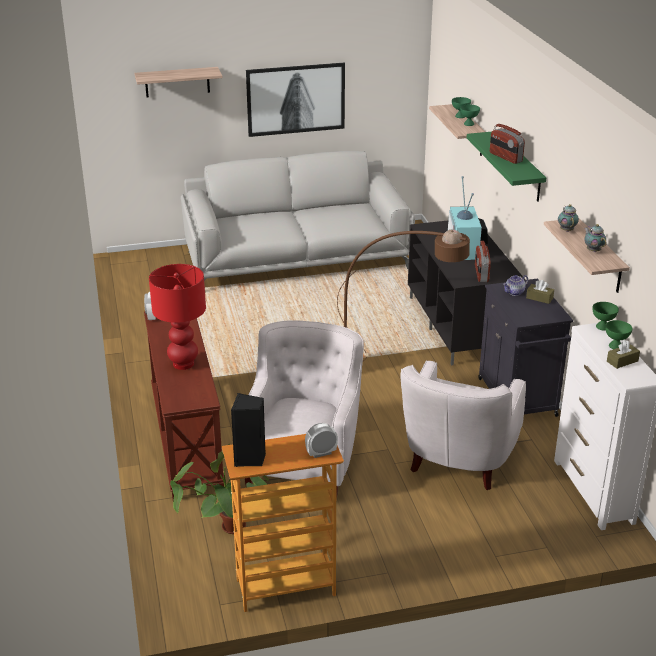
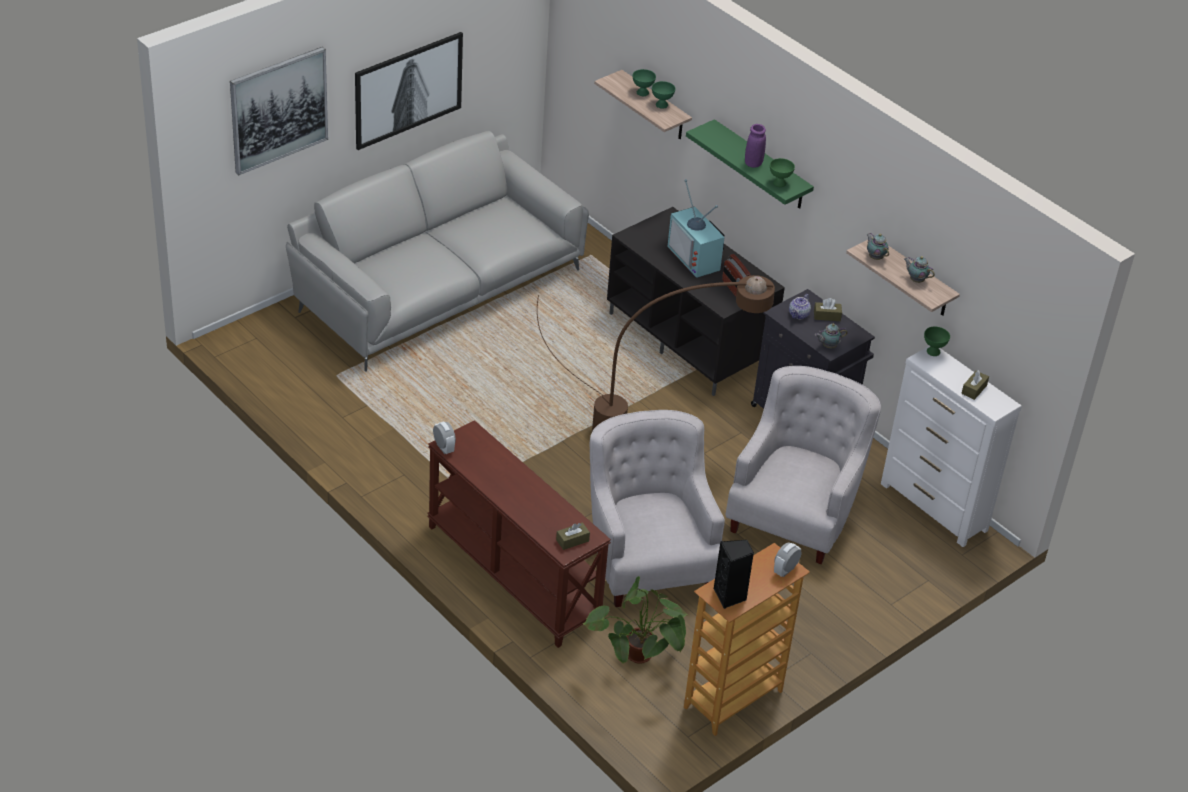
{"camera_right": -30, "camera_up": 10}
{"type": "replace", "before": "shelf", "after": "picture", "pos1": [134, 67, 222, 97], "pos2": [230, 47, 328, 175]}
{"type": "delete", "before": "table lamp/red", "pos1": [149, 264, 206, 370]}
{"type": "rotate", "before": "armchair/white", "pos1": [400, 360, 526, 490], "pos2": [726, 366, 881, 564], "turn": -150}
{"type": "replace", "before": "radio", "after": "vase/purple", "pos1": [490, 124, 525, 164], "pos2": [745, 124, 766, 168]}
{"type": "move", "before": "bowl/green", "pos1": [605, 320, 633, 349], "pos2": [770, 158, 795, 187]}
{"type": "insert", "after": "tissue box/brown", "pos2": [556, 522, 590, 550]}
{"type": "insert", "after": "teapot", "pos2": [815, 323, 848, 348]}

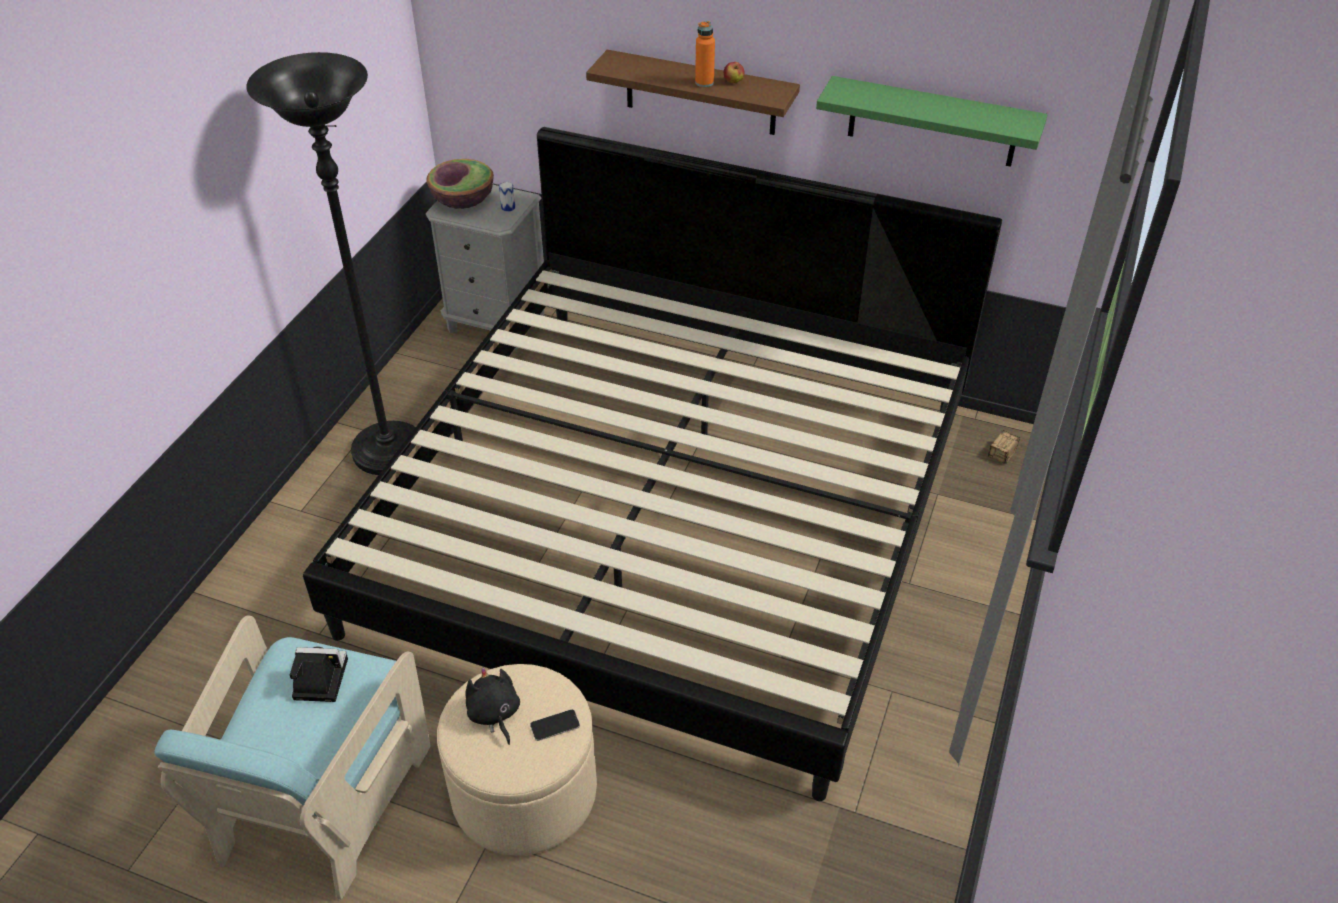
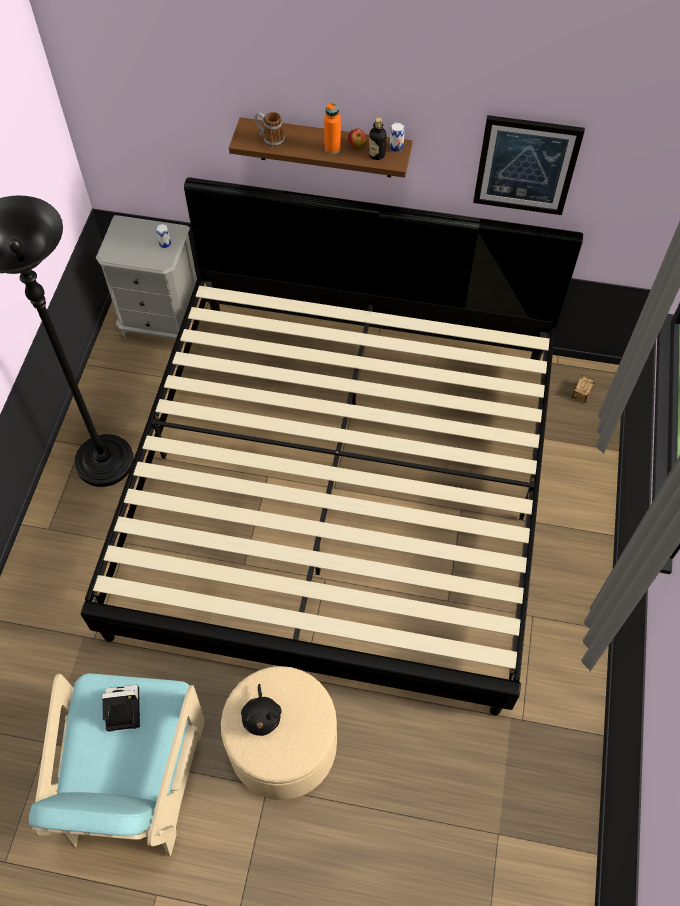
{"camera_right": -10, "camera_up": 15}
{"type": "delete", "before": "bowl", "pos1": [426, 159, 494, 209]}
{"type": "rotate", "before": "plush toy/black", "pos1": [465, 668, 520, 745], "pos2": [241, 684, 282, 736], "turn": -150}
{"type": "delete", "before": "phone", "pos1": [530, 709, 580, 741]}
{"type": "replace", "before": "shelf/green", "after": "picture", "pos1": [816, 76, 1048, 167], "pos2": [473, 115, 585, 215]}
{"type": "insert", "after": "mug", "pos2": [255, 112, 285, 147]}
{"type": "insert", "after": "bottle", "pos2": [369, 118, 386, 160]}
{"type": "insert", "after": "can", "pos2": [390, 123, 405, 152]}

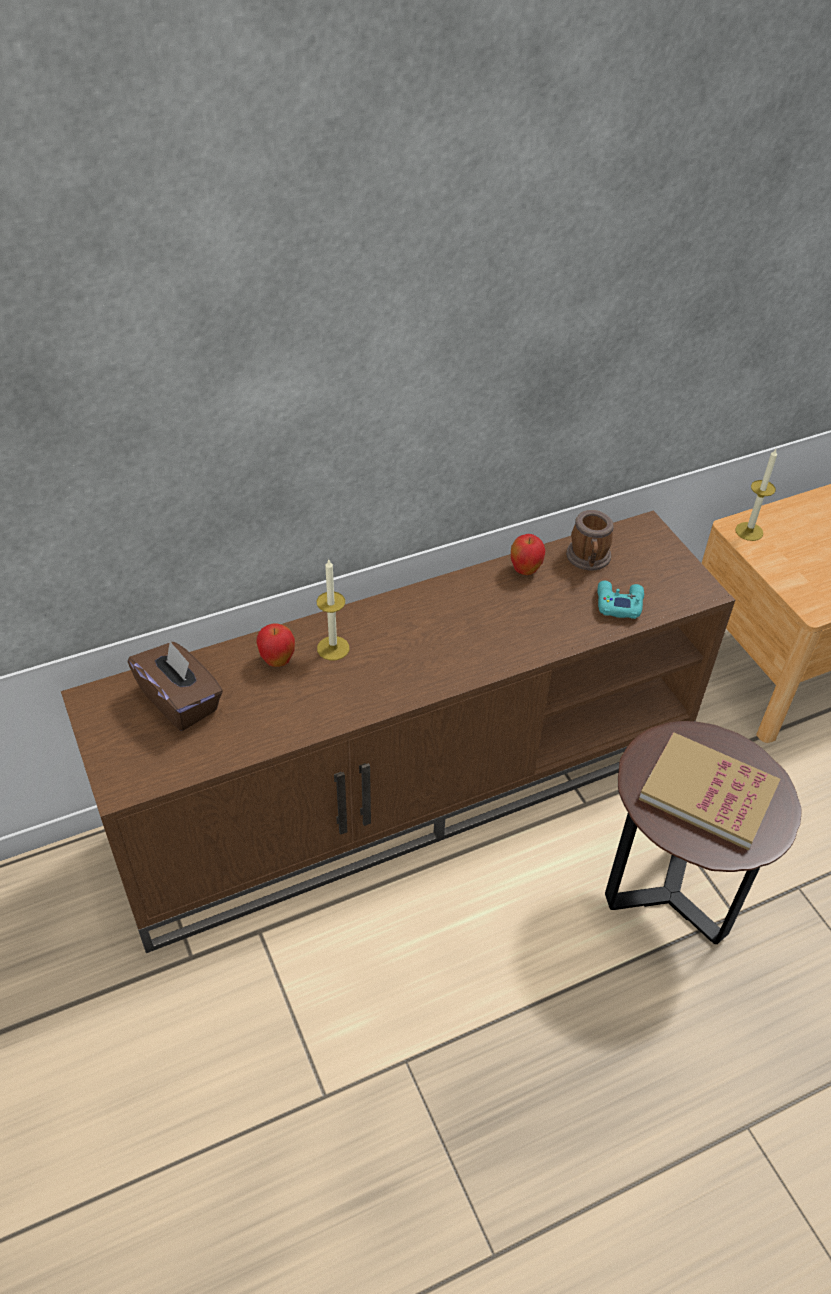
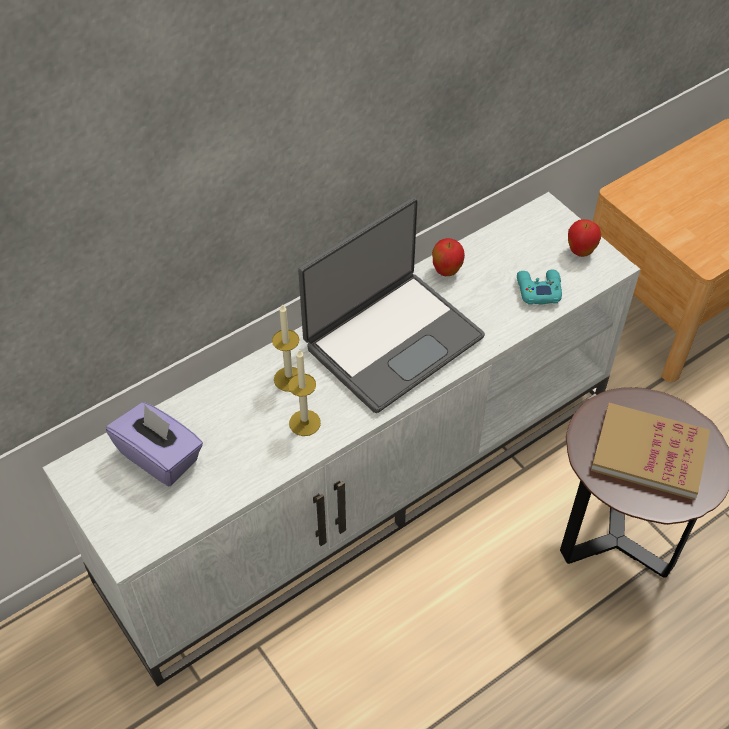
{"camera_right": -10, "camera_up": 5}
{"type": "recolor", "before": "tv stand/brown", "after": "tv stand/white", "pos1": [61, 510, 735, 953], "pos2": [42, 192, 641, 686]}
{"type": "recolor", "before": "tissue box/brown", "after": "tissue box/purple", "pos1": [128, 640, 223, 731], "pos2": [106, 402, 203, 487]}
{"type": "move", "before": "apple", "pos1": [257, 623, 295, 667], "pos2": [568, 219, 601, 257]}
{"type": "delete", "before": "mug", "pos1": [566, 510, 614, 571]}
{"type": "move", "before": "candle", "pos1": [735, 449, 777, 541], "pos2": [288, 349, 321, 436]}
{"type": "insert", "after": "laptop", "pos2": [298, 197, 485, 413]}

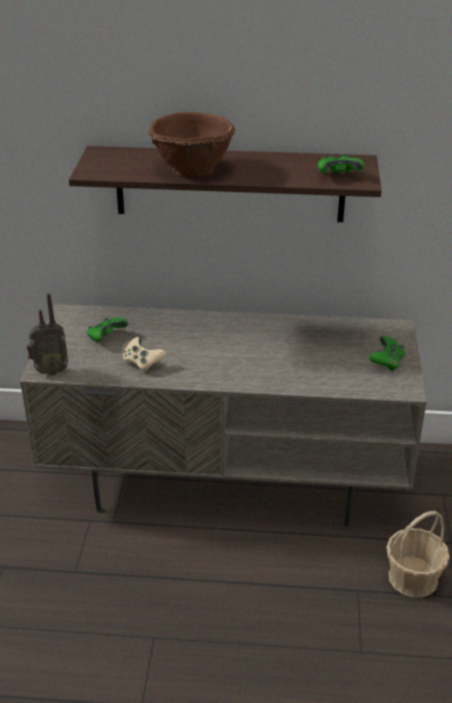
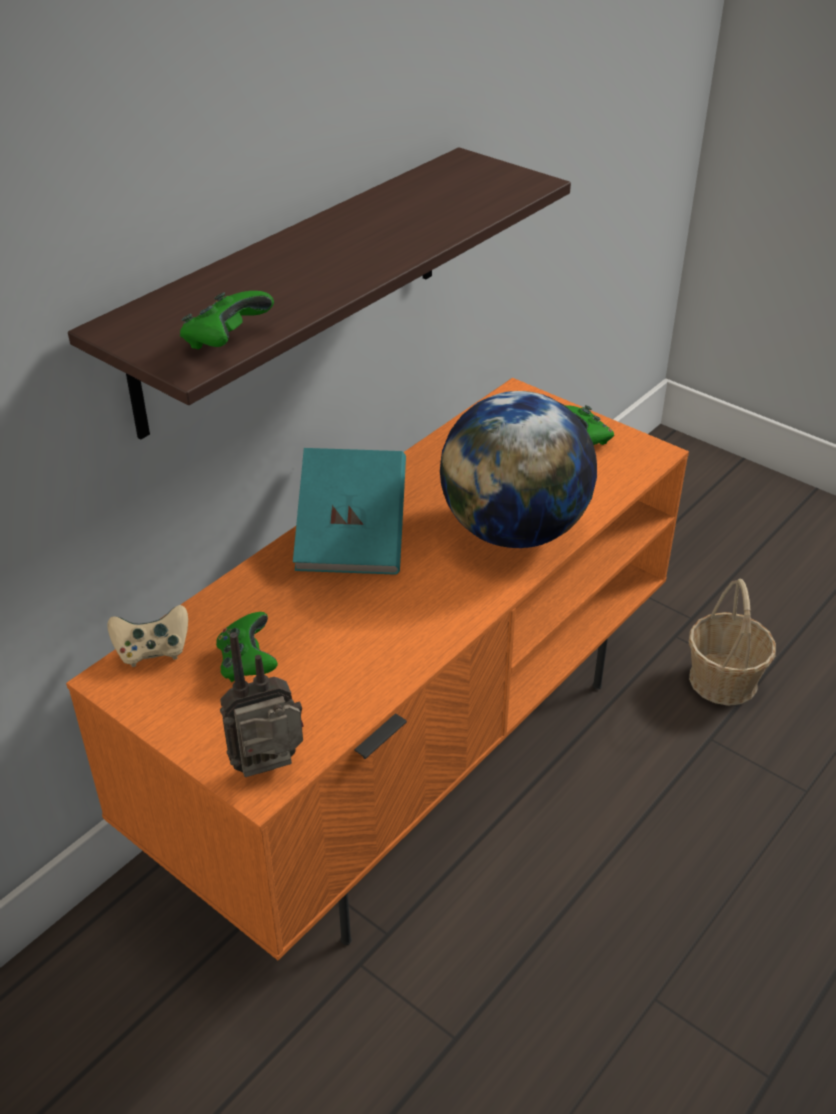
{"camera_right": -55, "camera_up": 5}
{"type": "recolor", "before": "tv stand/grey", "after": "tv stand/orange", "pos1": [20, 304, 427, 527], "pos2": [66, 378, 689, 960]}
{"type": "rotate", "before": "radio", "pos1": [27, 293, 68, 376], "pos2": [220, 632, 304, 777], "turn": -135}
{"type": "move", "before": "game controller/beige", "pos1": [123, 337, 166, 372], "pos2": [107, 605, 188, 667]}
{"type": "delete", "before": "bowl/brown", "pos1": [149, 112, 235, 177]}
{"type": "move", "before": "game controller/green", "pos1": [318, 154, 365, 174], "pos2": [180, 291, 274, 350]}
{"type": "insert", "after": "book/turquoise", "pos2": [293, 448, 406, 575]}
{"type": "insert", "after": "globe", "pos2": [440, 391, 597, 548]}

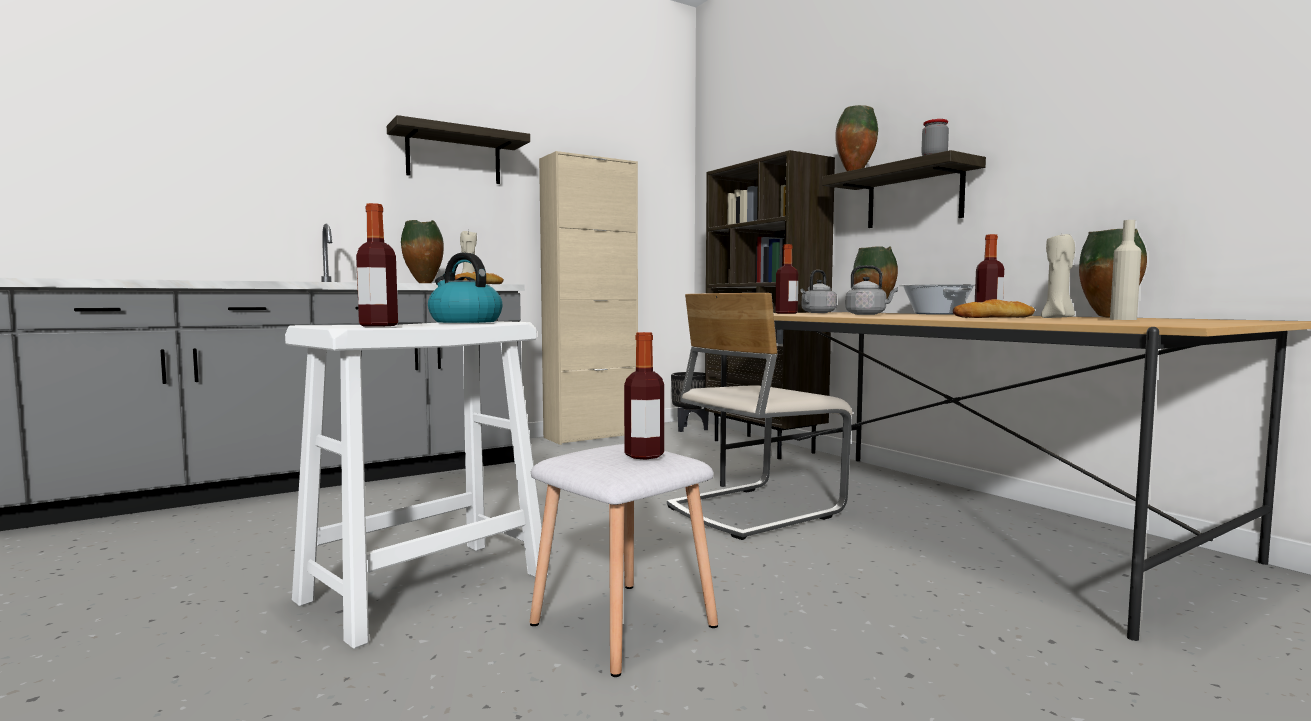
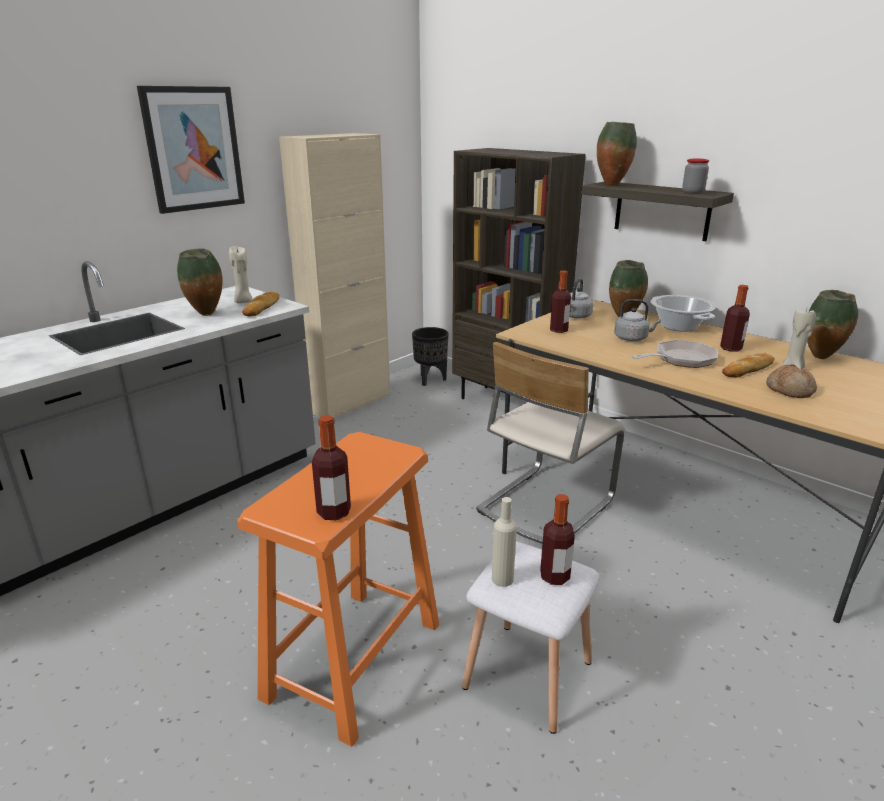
{"camera_right": -15, "camera_up": 20}
{"type": "recolor", "before": "stool/white", "after": "stool/orange", "pos1": [285, 321, 548, 649], "pos2": [237, 432, 439, 746]}
{"type": "replace", "before": "shelf", "after": "picture", "pos1": [387, 115, 530, 184], "pos2": [137, 86, 245, 214]}
{"type": "delete", "before": "kettle", "pos1": [428, 253, 503, 323]}
{"type": "move", "before": "bottle/beige", "pos1": [1110, 220, 1141, 320], "pos2": [492, 497, 517, 587]}
{"type": "insert", "after": "frying pan", "pos2": [631, 340, 718, 368]}
{"type": "insert", "after": "bread", "pos2": [766, 364, 817, 398]}

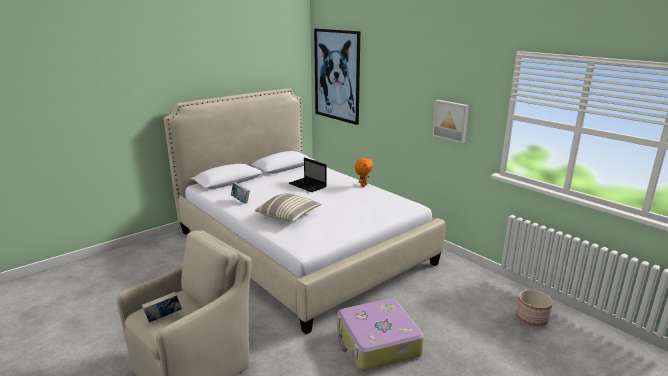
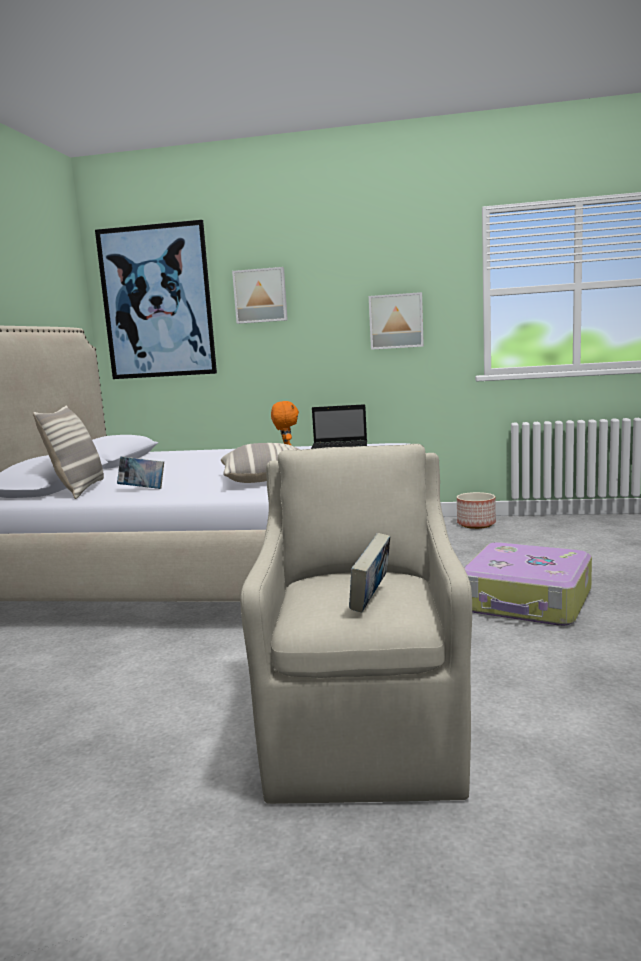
{"camera_right": -40, "camera_up": -10}
{"type": "move", "before": "laptop", "pos1": [289, 157, 327, 192], "pos2": [311, 404, 367, 449]}
{"type": "move", "before": "planter", "pos1": [516, 290, 553, 326], "pos2": [457, 492, 496, 529]}
{"type": "insert", "after": "pillow", "pos2": [33, 405, 104, 499]}
{"type": "insert", "after": "picture", "pos2": [232, 267, 288, 324]}

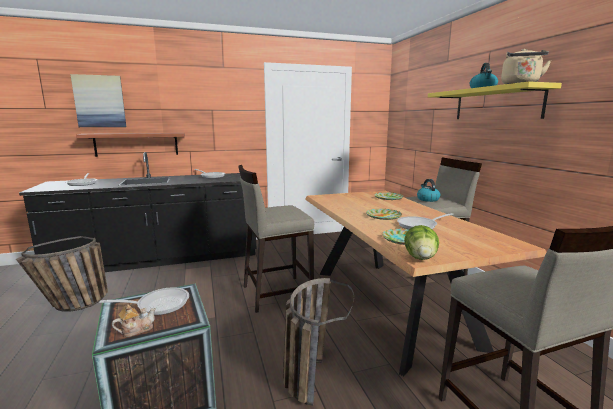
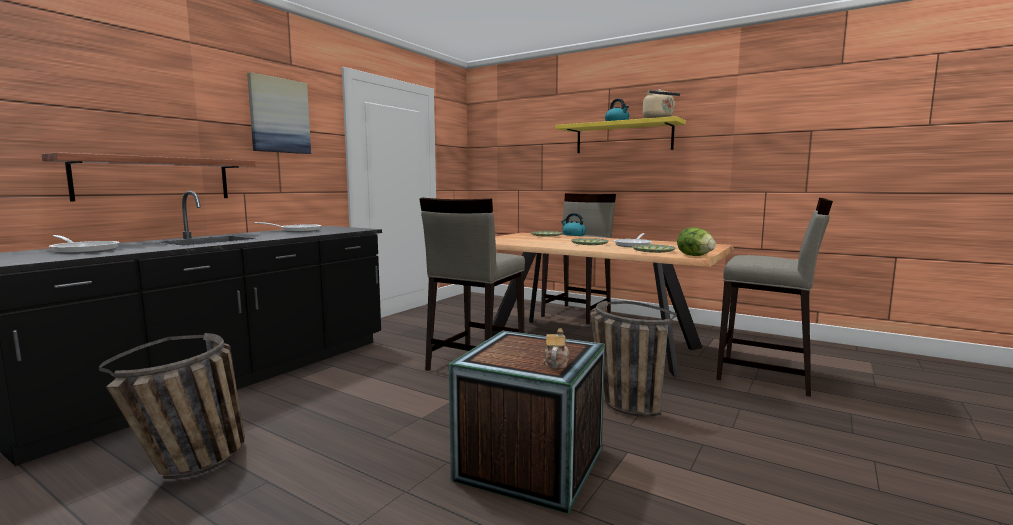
{"camera_right": -40, "camera_up": -5}
{"type": "move", "before": "picture", "pos1": [70, 74, 126, 127], "pos2": [247, 72, 311, 154]}
{"type": "delete", "before": "frying pan", "pos1": [99, 287, 189, 315]}

